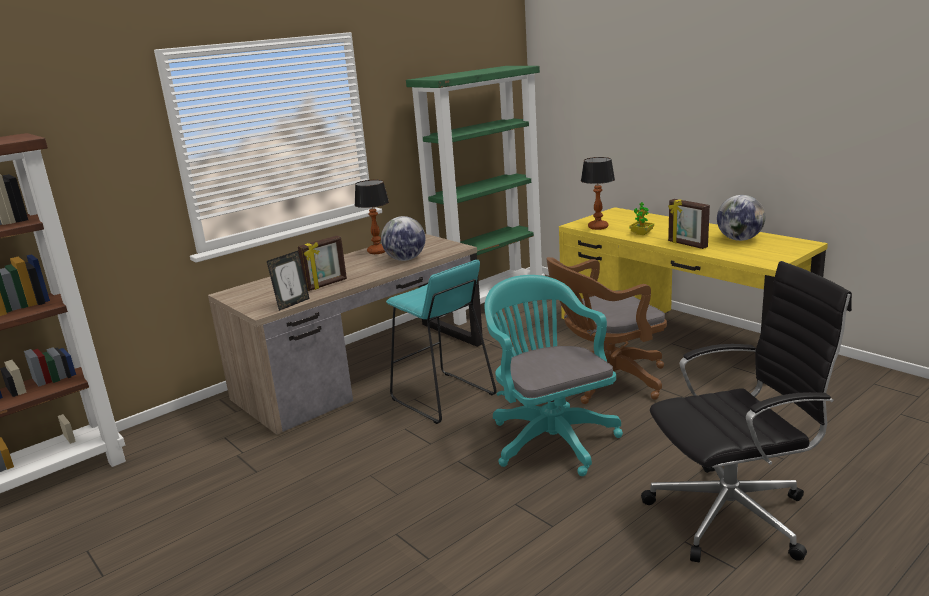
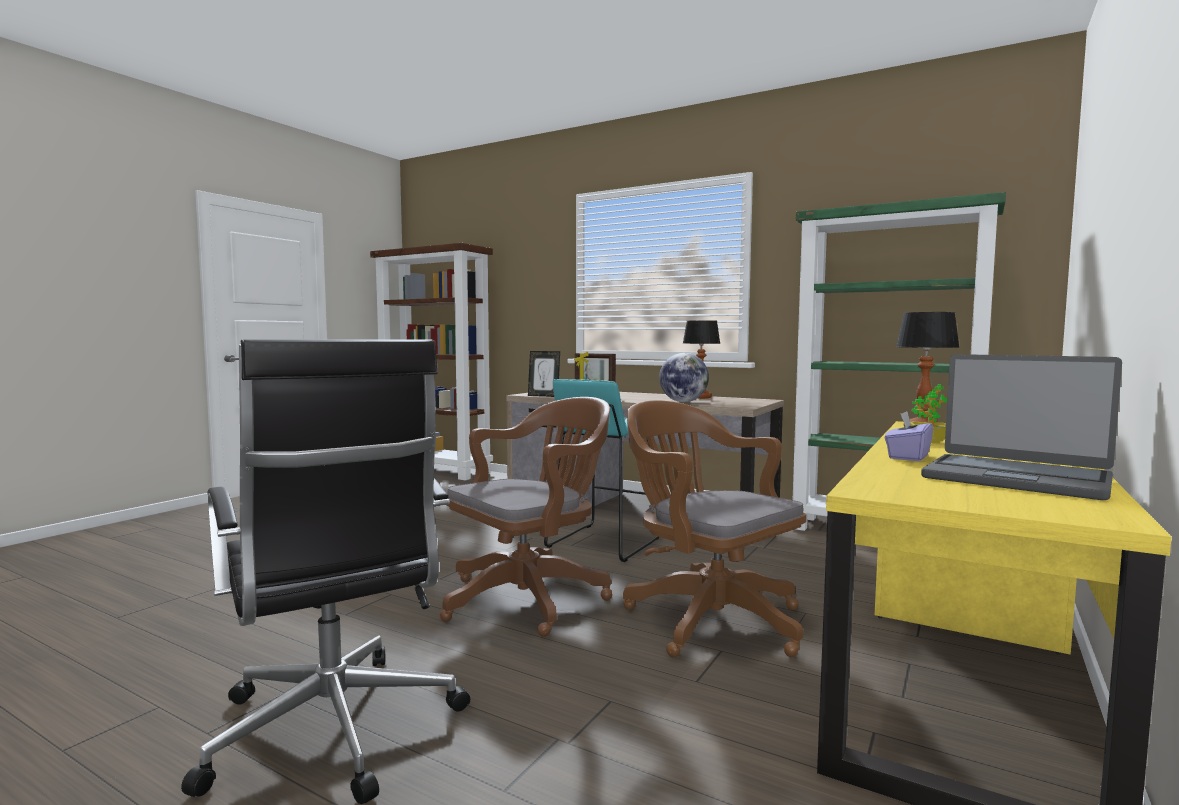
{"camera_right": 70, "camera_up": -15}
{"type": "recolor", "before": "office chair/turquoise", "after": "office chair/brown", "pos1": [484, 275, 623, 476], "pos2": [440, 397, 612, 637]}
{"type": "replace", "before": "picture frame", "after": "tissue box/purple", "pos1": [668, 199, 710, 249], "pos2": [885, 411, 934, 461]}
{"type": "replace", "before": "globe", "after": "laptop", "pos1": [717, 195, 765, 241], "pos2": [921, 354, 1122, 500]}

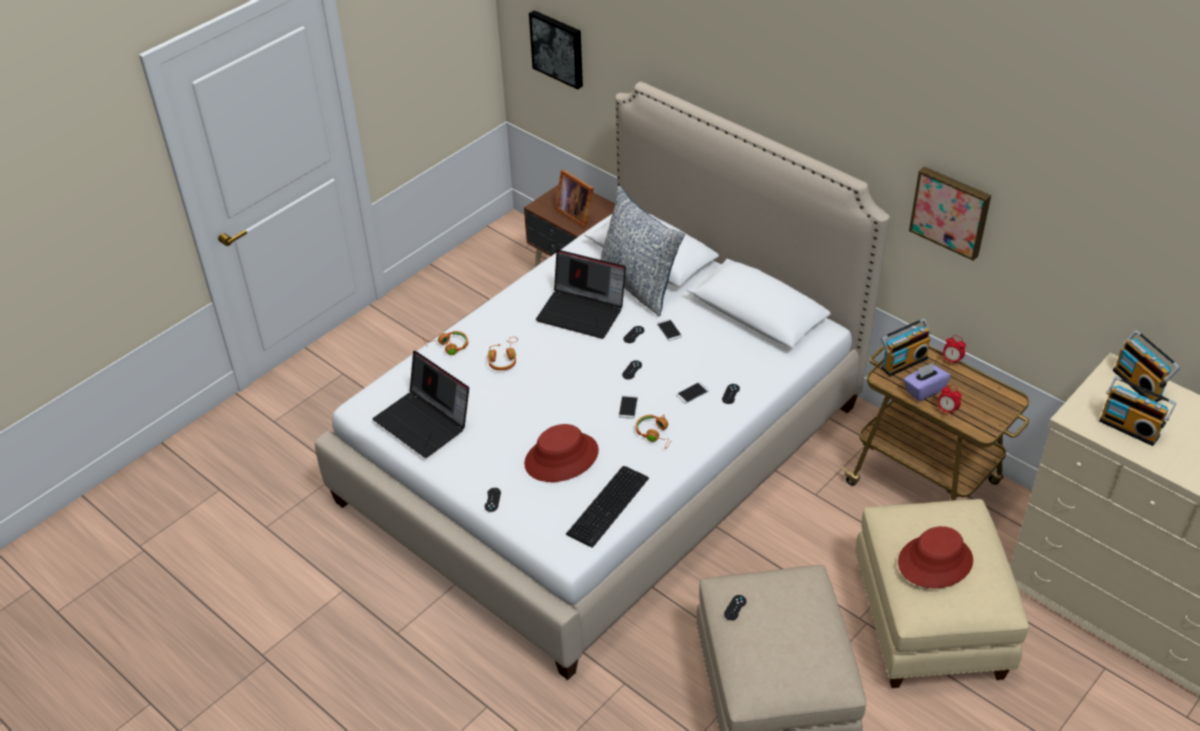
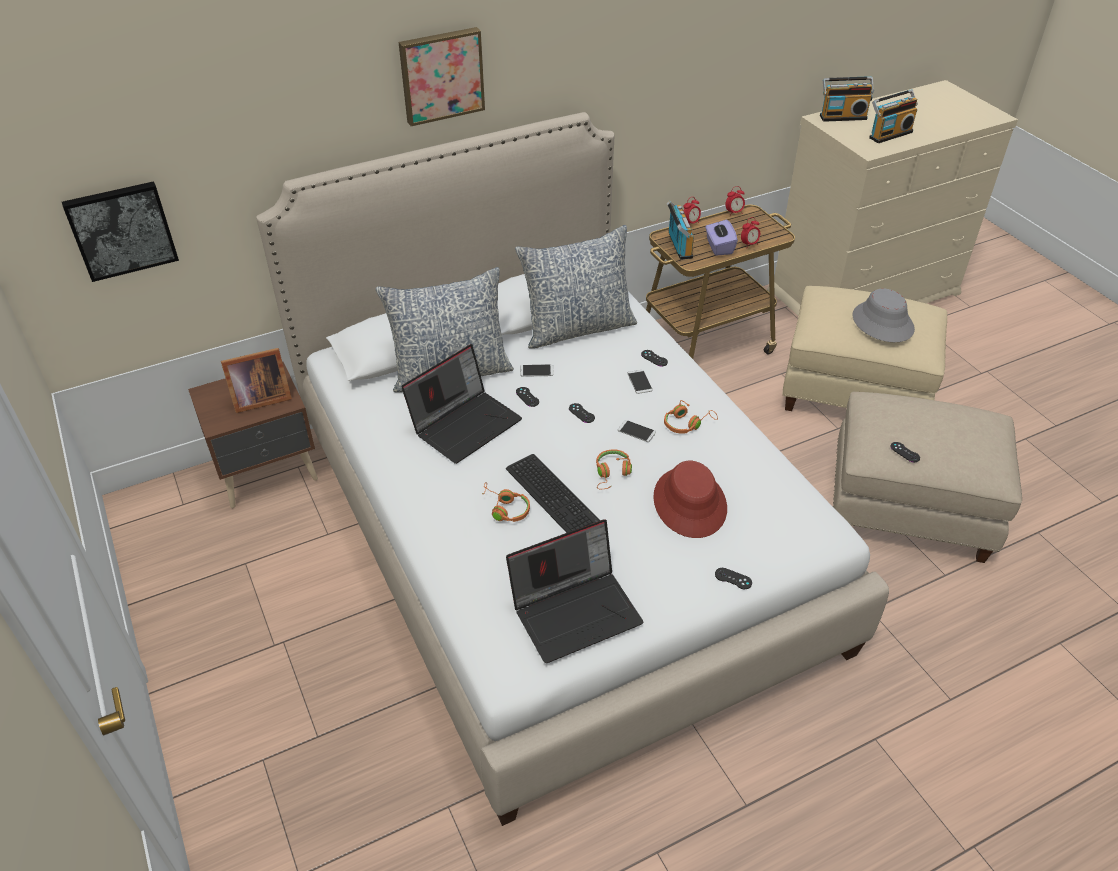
{"camera_right": -70, "camera_up": 0}
{"type": "move", "before": "headphones/orange", "pos1": [423, 331, 468, 355], "pos2": [596, 449, 632, 489]}
{"type": "move", "before": "keyboard", "pos1": [566, 466, 649, 548], "pos2": [506, 454, 600, 533]}
{"type": "recolor", "before": "hat/red", "after": "hat/grey", "pos1": [898, 526, 973, 588], "pos2": [853, 288, 915, 342]}
{"type": "move", "before": "picture", "pos1": [909, 167, 991, 261], "pos2": [398, 27, 485, 126]}
{"type": "insert", "after": "pillow", "pos2": [515, 225, 637, 349]}
{"type": "insert", "after": "alarm clock", "pos2": [725, 186, 745, 216]}

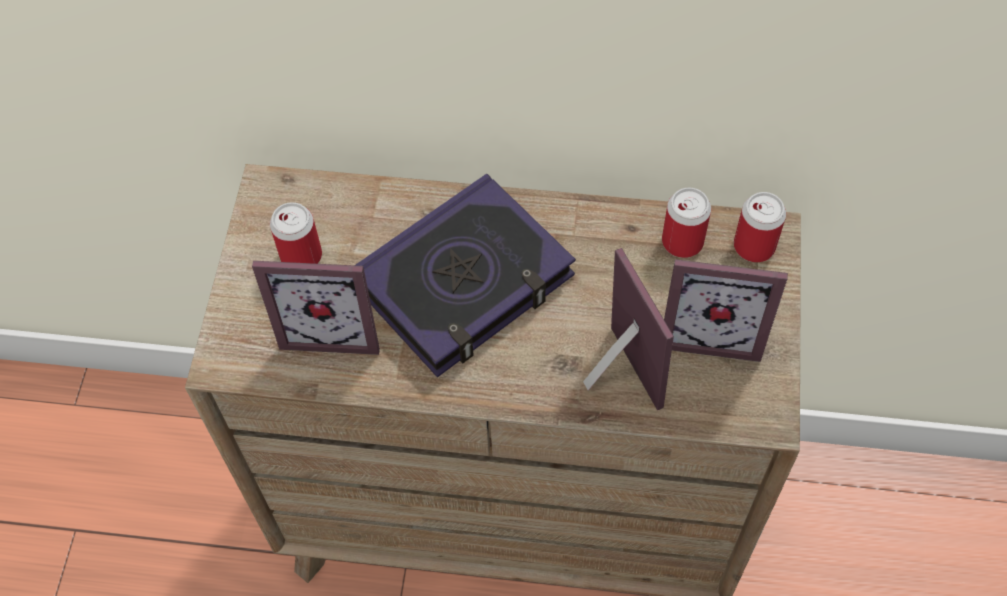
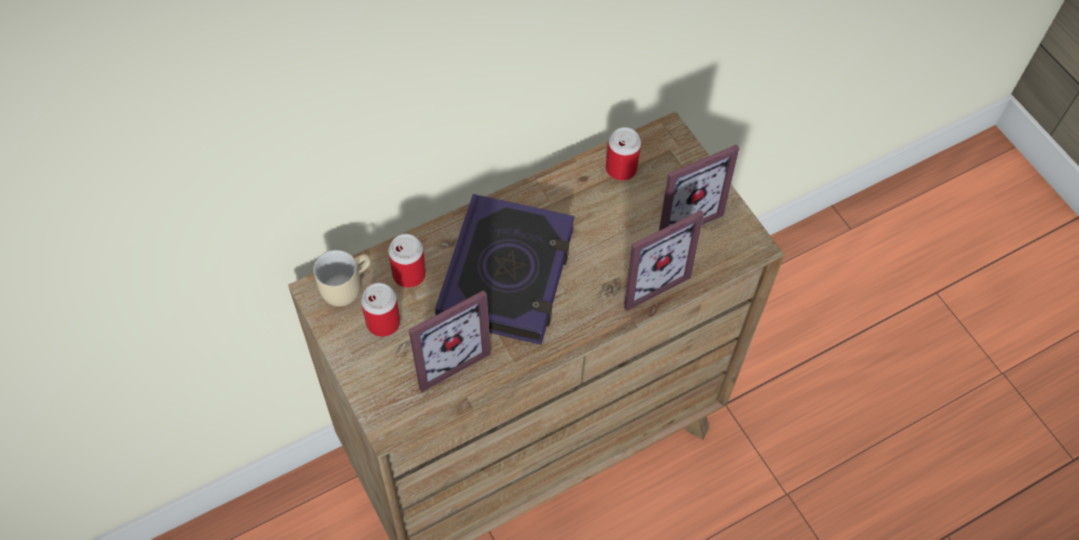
{"camera_right": -40, "camera_up": 0}
{"type": "rotate", "before": "picture frame", "pos1": [583, 248, 674, 410], "pos2": [624, 210, 704, 311], "turn": 120}
{"type": "move", "before": "can", "pos1": [734, 192, 786, 262], "pos2": [388, 234, 426, 288]}
{"type": "insert", "after": "mug/beige", "pos2": [313, 250, 371, 306]}

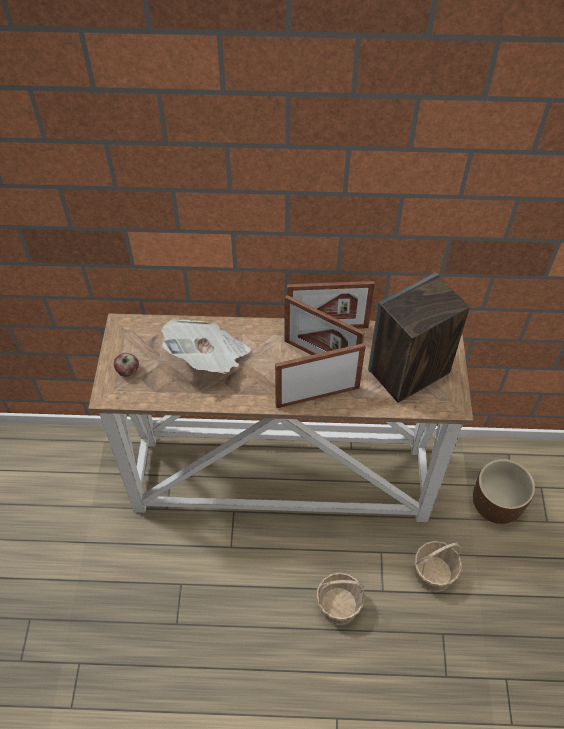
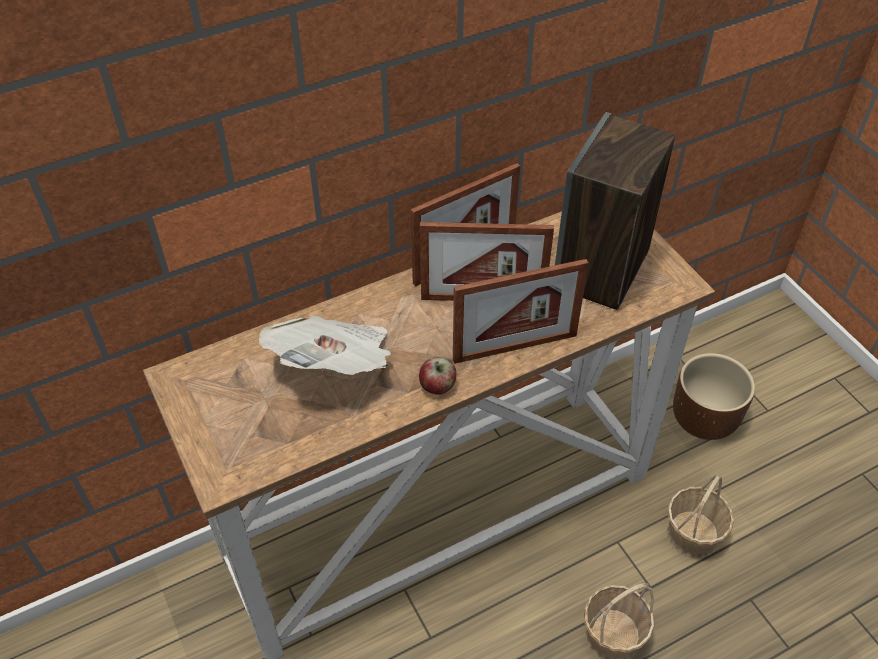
{"camera_right": -30, "camera_up": -5}
{"type": "move", "before": "apple", "pos1": [114, 353, 139, 377], "pos2": [419, 357, 457, 395]}
{"type": "rotate", "before": "picture frame", "pos1": [275, 343, 366, 408], "pos2": [453, 259, 589, 364], "turn": -150}

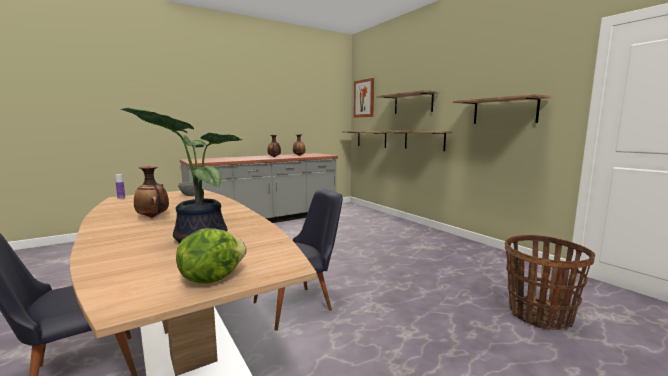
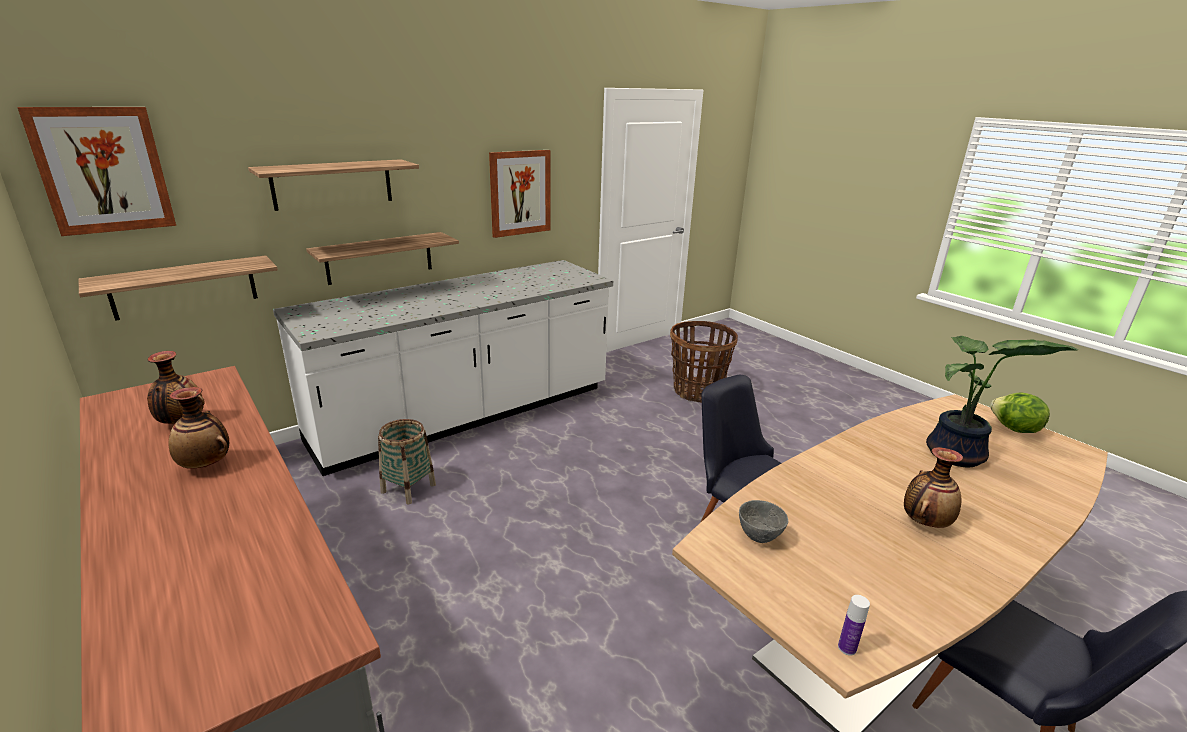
{"camera_right": -95, "camera_up": 15}
{"type": "replace", "before": "shelf", "after": "picture", "pos1": [453, 94, 551, 124], "pos2": [489, 150, 550, 238]}
{"type": "insert", "after": "counter/white", "pos2": [273, 260, 613, 476]}
{"type": "insert", "after": "basket", "pos2": [378, 419, 436, 504]}

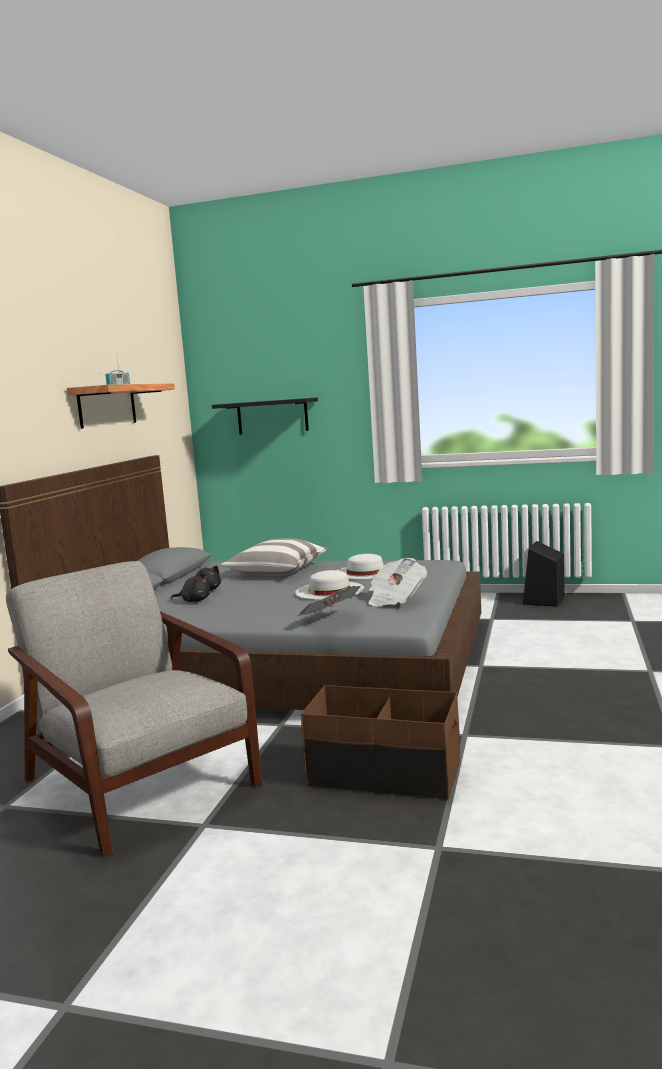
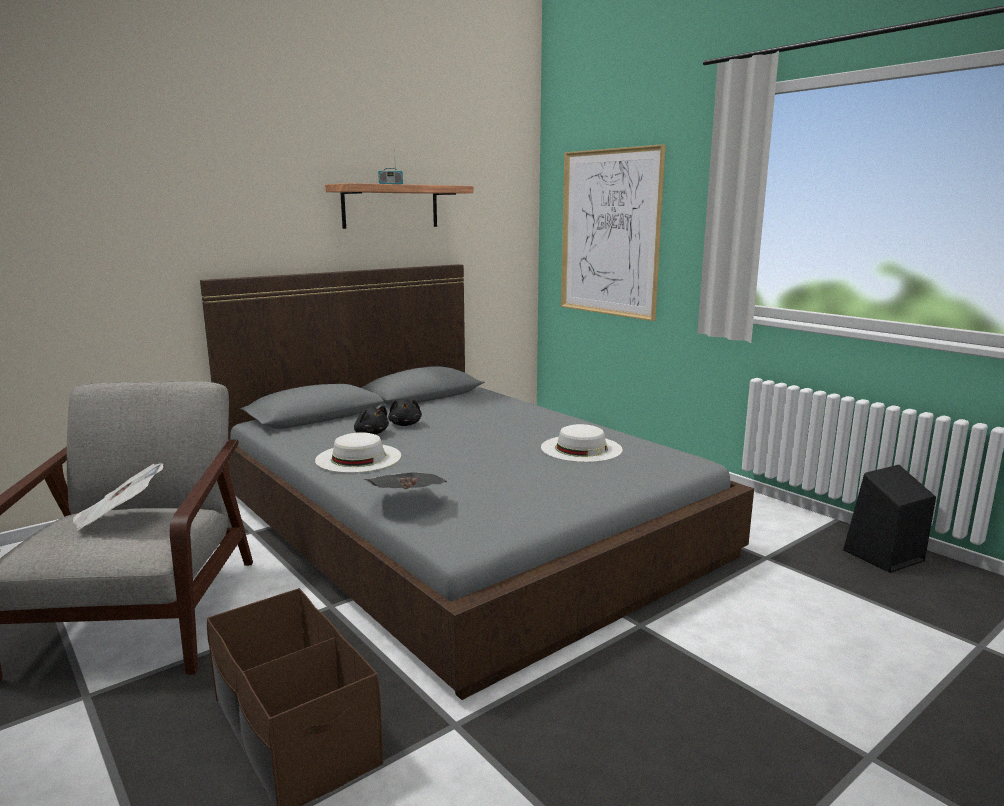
{"camera_right": 35, "camera_up": 5}
{"type": "replace", "before": "shelf/black", "after": "picture", "pos1": [212, 397, 318, 435], "pos2": [561, 144, 666, 321]}
{"type": "delete", "before": "pillow", "pos1": [221, 539, 328, 575]}
{"type": "move", "before": "hat/white", "pos1": [295, 570, 364, 600], "pos2": [315, 432, 401, 473]}
{"type": "move", "before": "newspaper", "pos1": [369, 558, 427, 606], "pos2": [73, 463, 164, 531]}

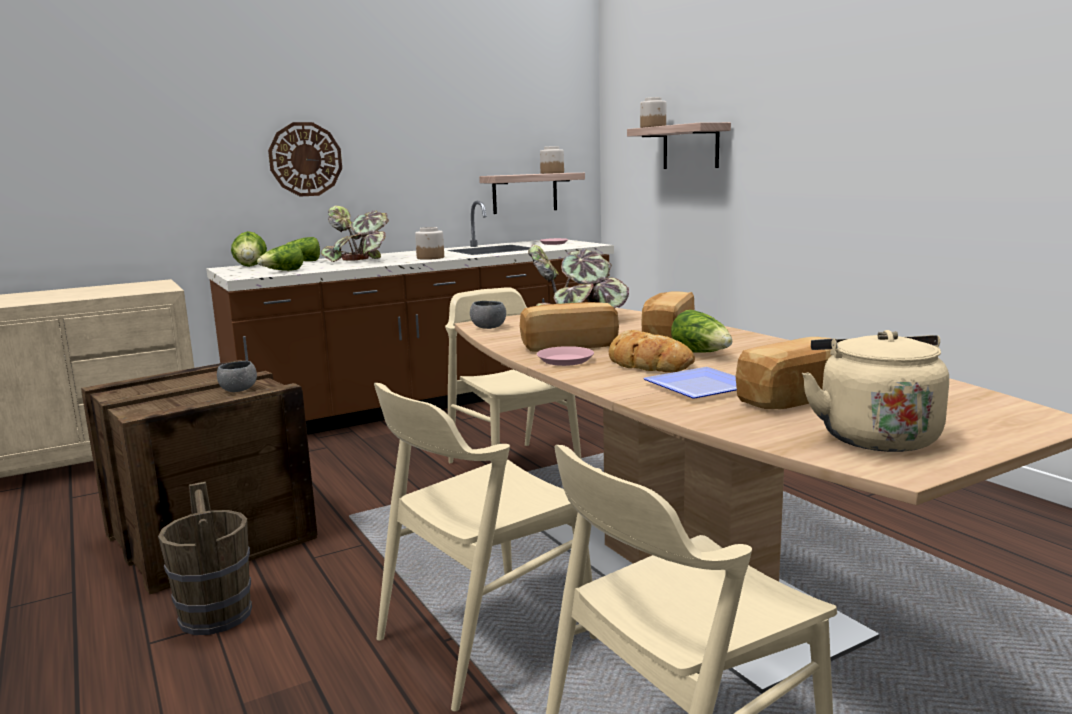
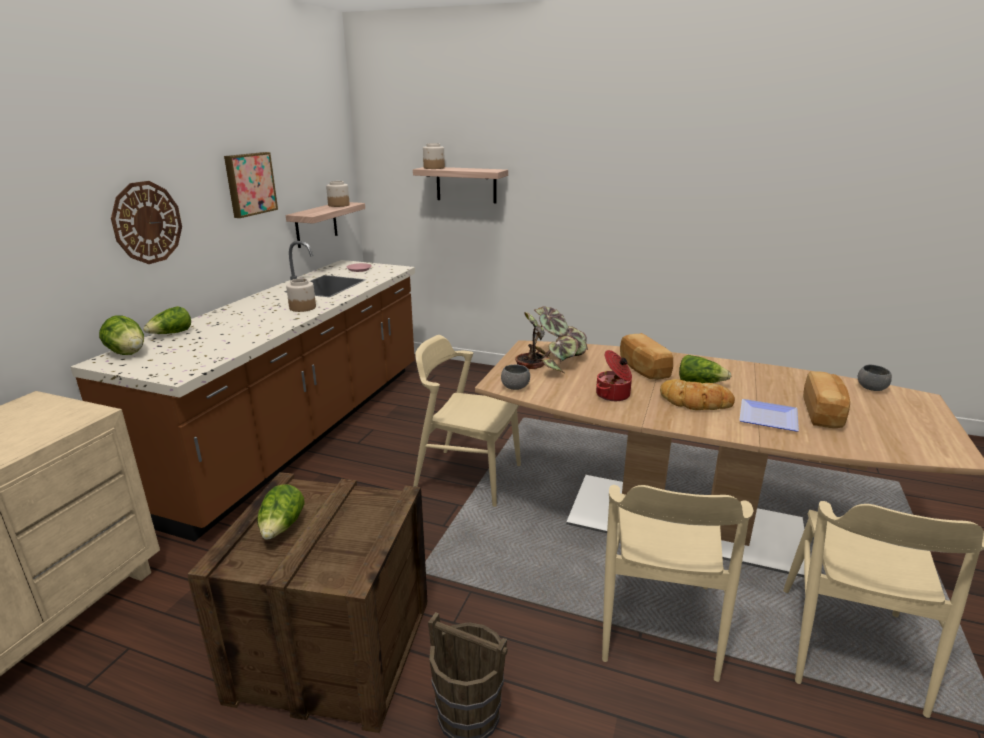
{"camera_right": -40, "camera_up": 10}
{"type": "move", "before": "bowl/grey", "pos1": [217, 361, 257, 392], "pos2": [858, 365, 892, 391]}
{"type": "move", "before": "lettuce", "pos1": [257, 244, 304, 271], "pos2": [257, 484, 305, 540]}
{"type": "delete", "before": "potted plant", "pos1": [321, 206, 389, 262]}
{"type": "replace", "before": "bread", "after": "cooking pot", "pos1": [520, 302, 619, 352], "pos2": [596, 350, 632, 401]}
{"type": "delete", "before": "plate/pink", "pos1": [537, 346, 594, 366]}
{"type": "delete", "before": "kettle/beige", "pos1": [802, 330, 949, 452]}
{"type": "insert", "after": "picture", "pos2": [224, 152, 278, 218]}

